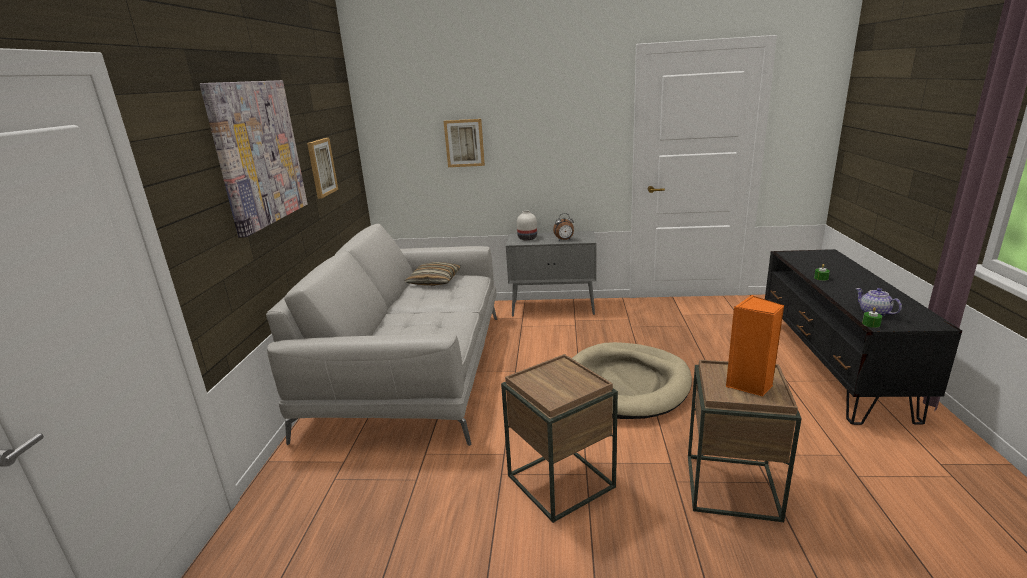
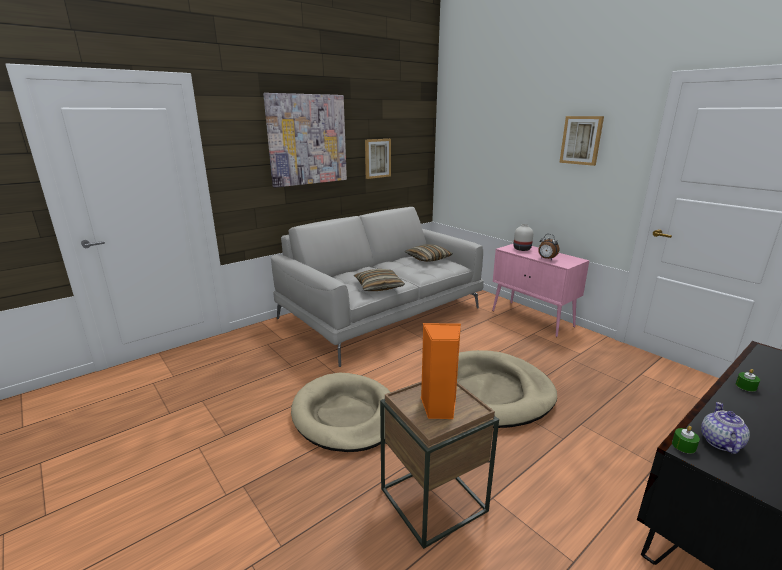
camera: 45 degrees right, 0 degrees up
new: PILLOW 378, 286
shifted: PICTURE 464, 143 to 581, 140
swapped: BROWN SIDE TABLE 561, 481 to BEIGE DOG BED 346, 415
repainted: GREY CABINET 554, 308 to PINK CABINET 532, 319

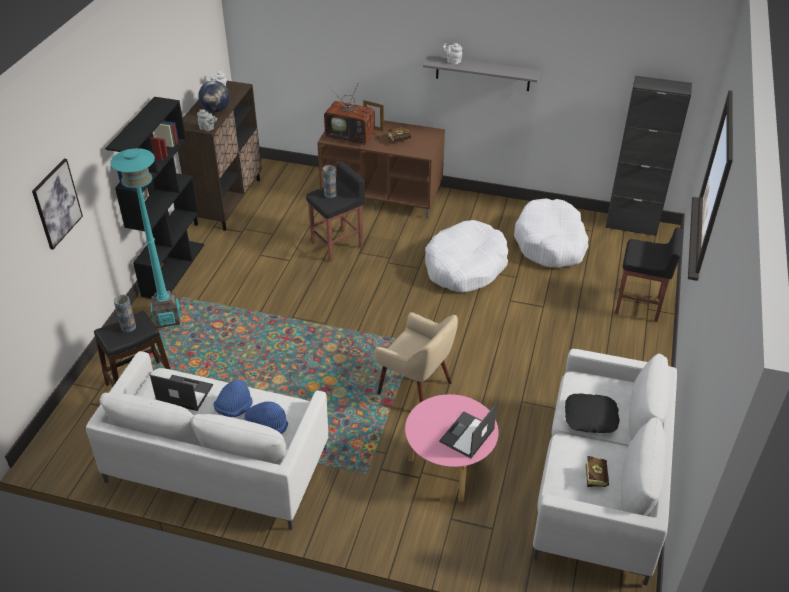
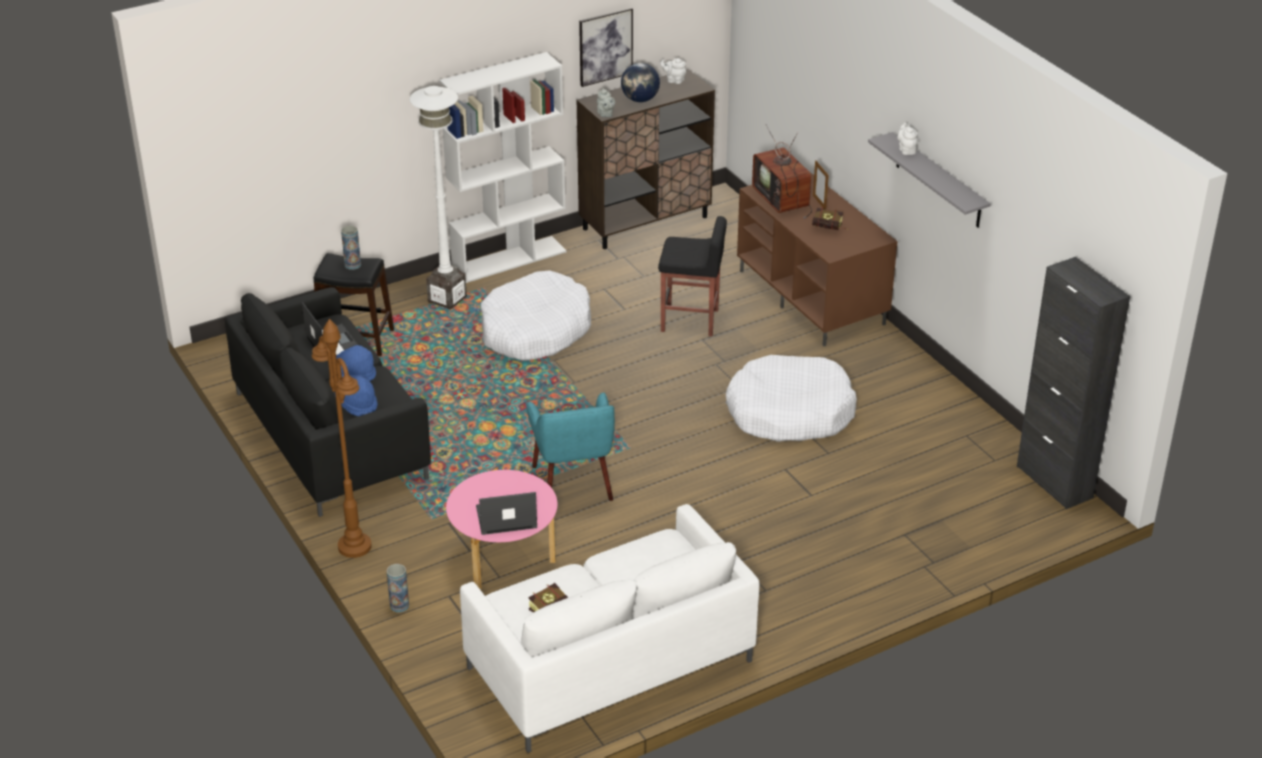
camera: 45 degrees right, 5 degrees down
gone: BLACK PILLOW 590, 418; BLACK STOOL 639, 306
new: BROWN FLOOR LAMP 354, 546
shifted: PICTURE 57, 203 to 605, 46; VASE 330, 194 to 399, 605; WHITE DOG BED 550, 243 to 535, 330
repainted: WHITE SOFA 218, 466 to BLACK SOFA 331, 437; BLACK BOOKCASE 173, 269 to WHITE BOOKCASE 509, 259; TURQUOISE FLOOR LAMP 167, 319 to WHITE FLOOR LAMP 447, 299; BEIGE ARMCHAIR 416, 388 to TURQUOISE ARMCHAIR 573, 484

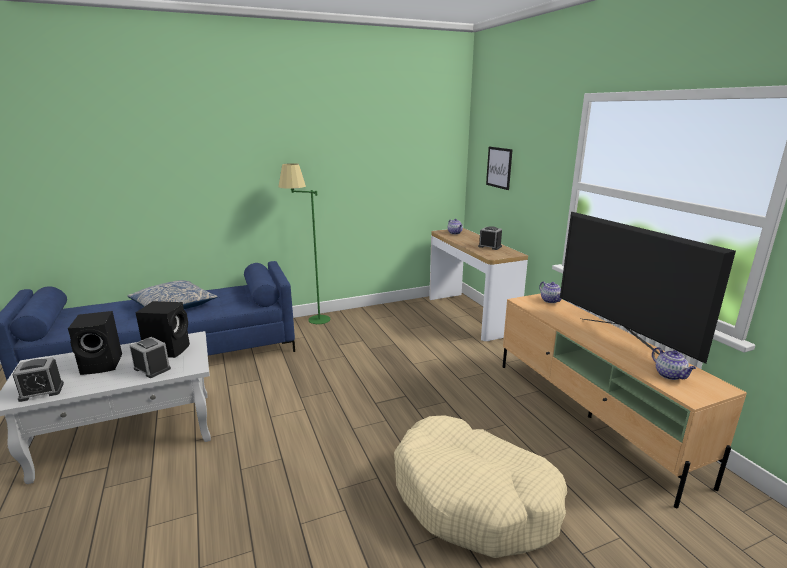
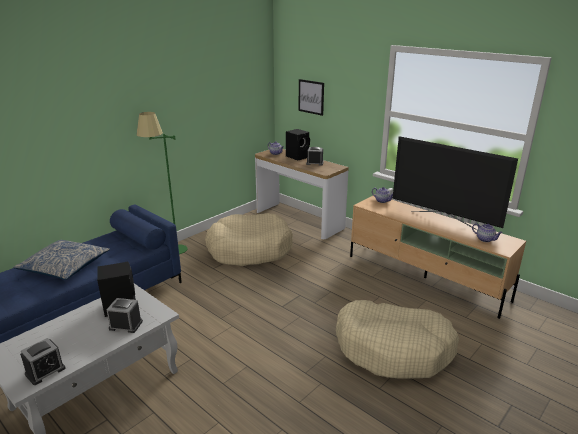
camera: 25 degrees left, 5 degrees up
new: BEIGE DOG BED 249, 249
shifted: BLACK SPEAKER 103, 364 to 298, 156

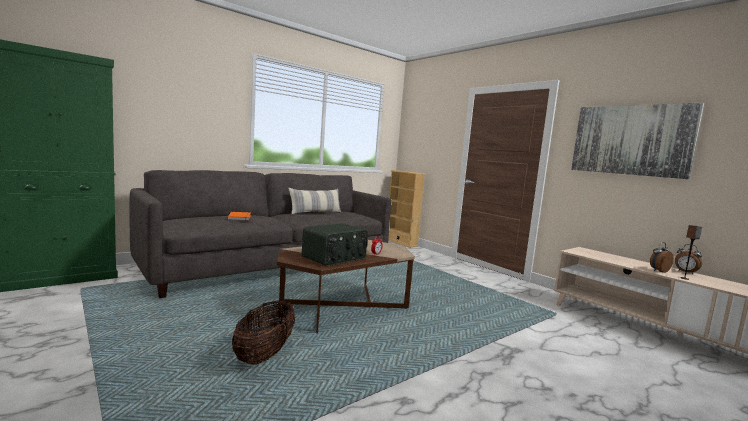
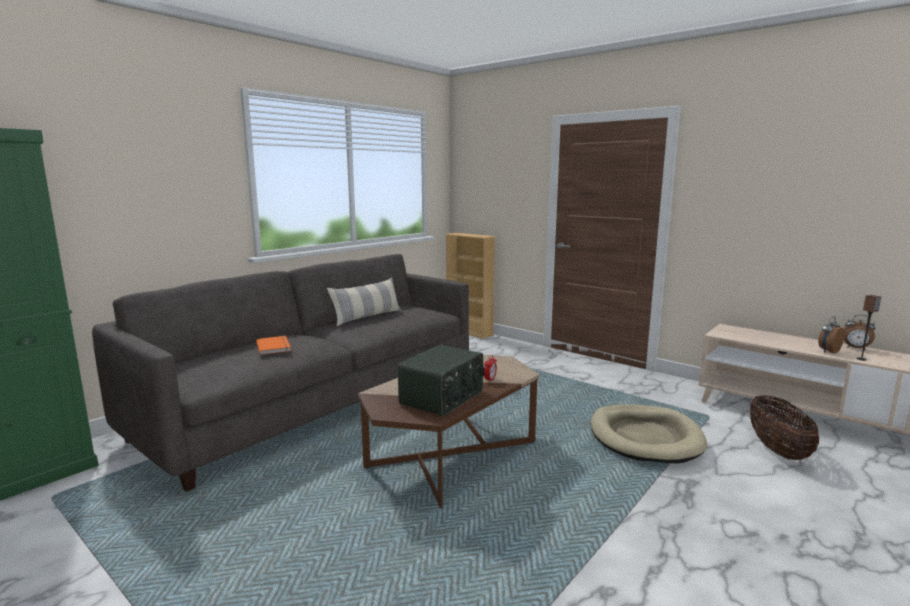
camera: 10 degrees left, 5 degrees up
gone: PICTURE 631, 140
new: BEIGE DOG BED 645, 437
shifted: BASKET 264, 354 to 778, 450

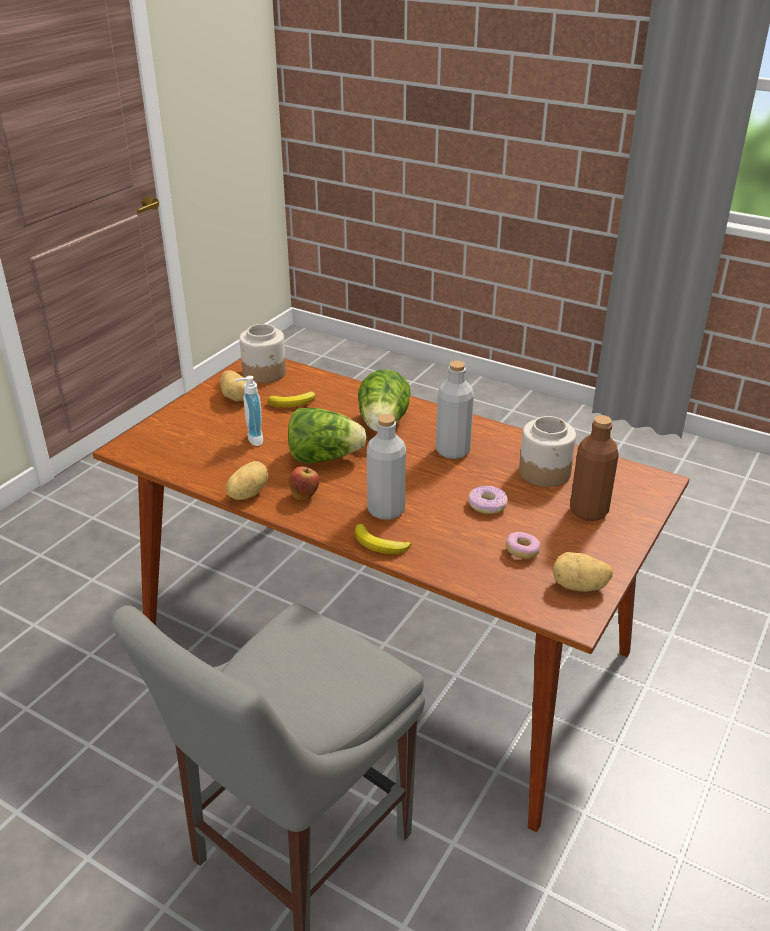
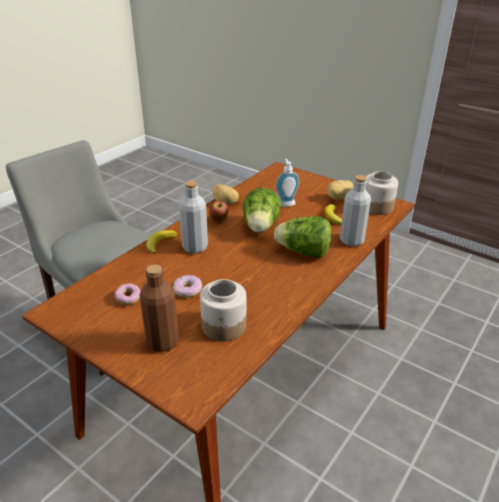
camera: 95 degrees right, 0 degrees up
gone: POTATO 579, 586
shifted: GREY BOTTLE 453, 451 to 352, 240

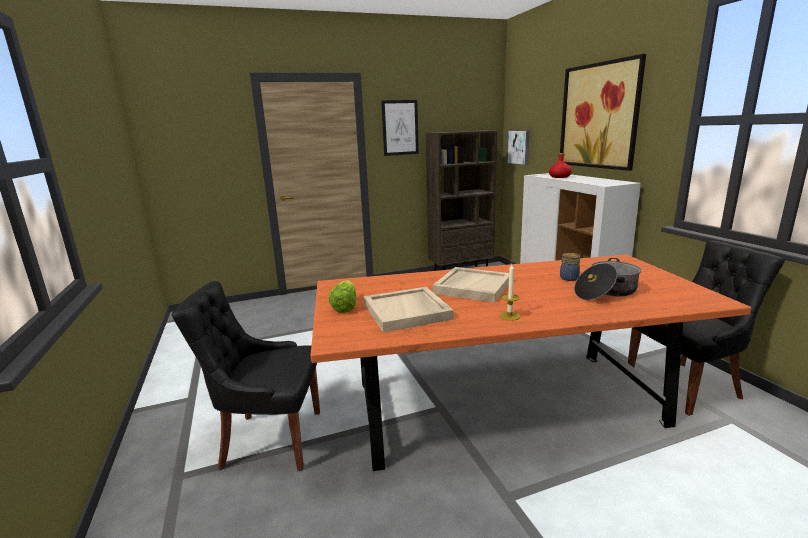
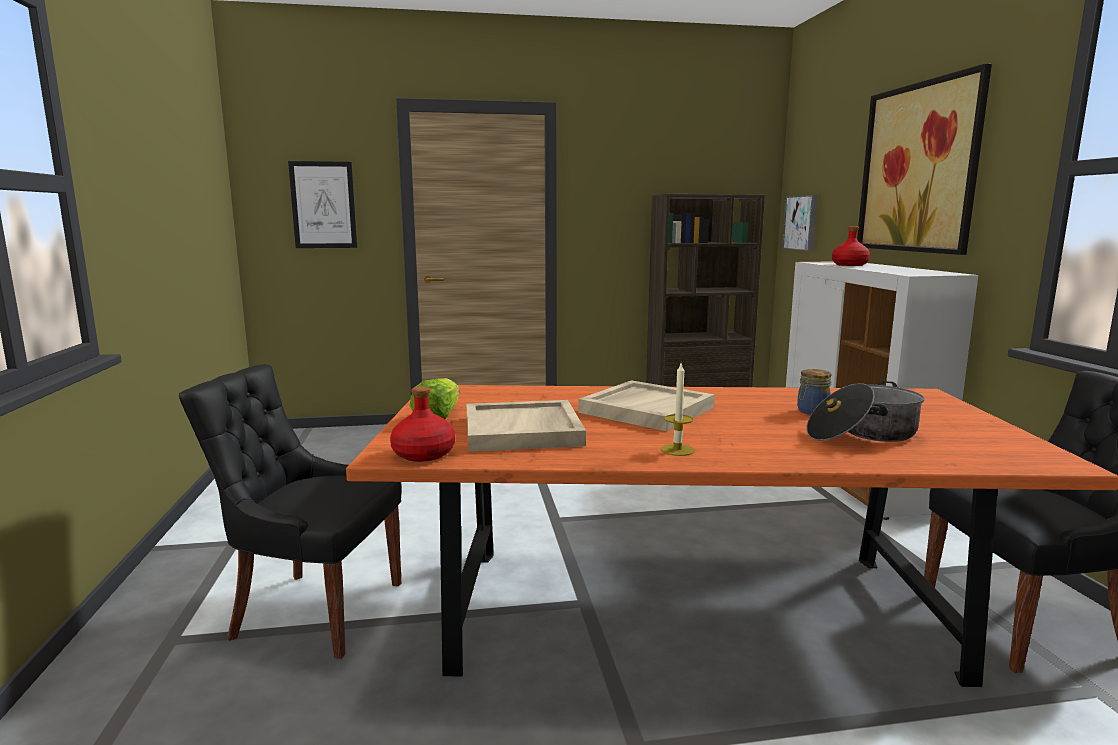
camera: 10 degrees right, 5 degrees down
new: RED BOTTLE 423, 454
shifted: PICTURE 400, 128 to 323, 205

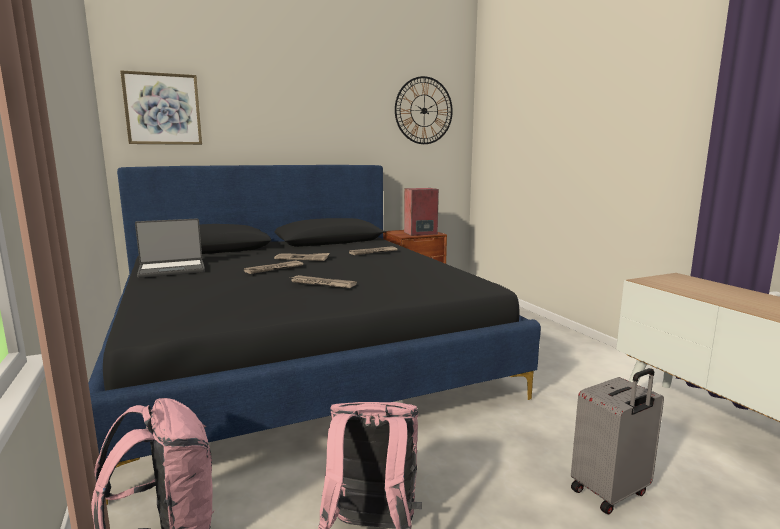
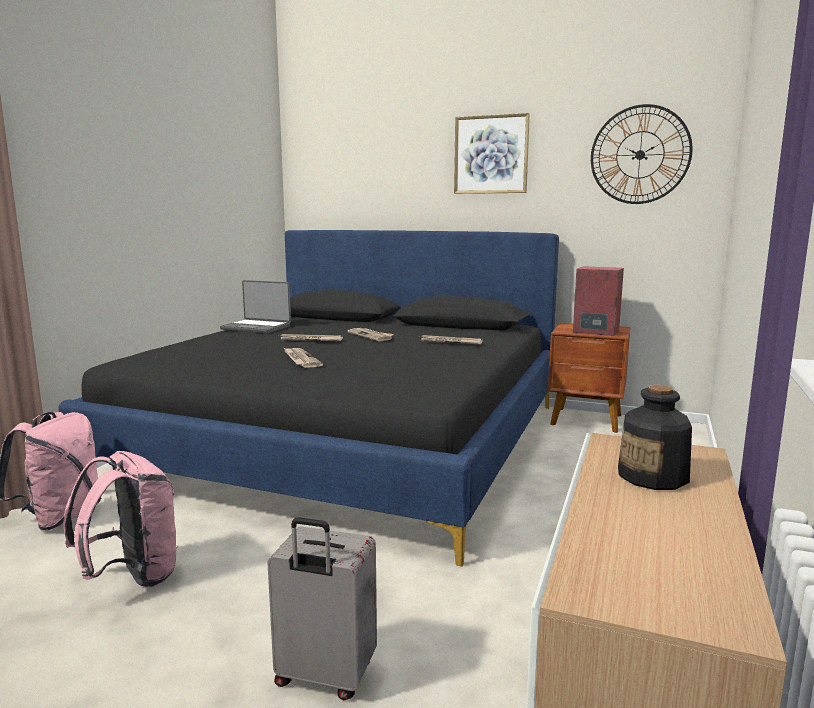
camera: 45 degrees right, 0 degrees up
new: BOTTLE 653, 477
shifted: PICTURE 163, 109 to 491, 155

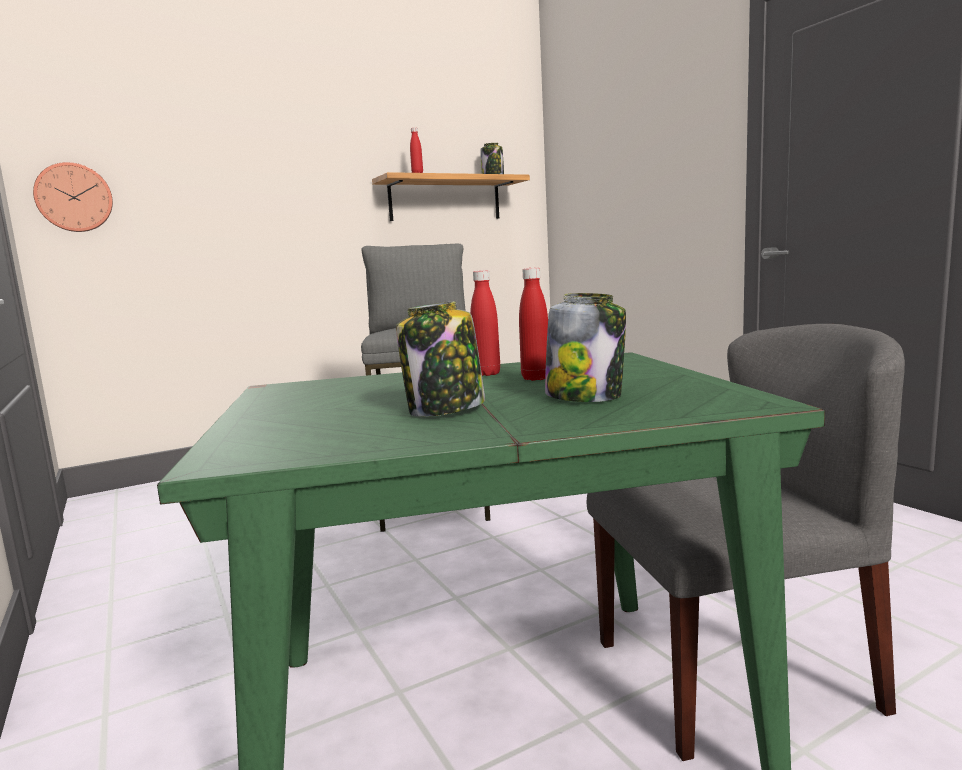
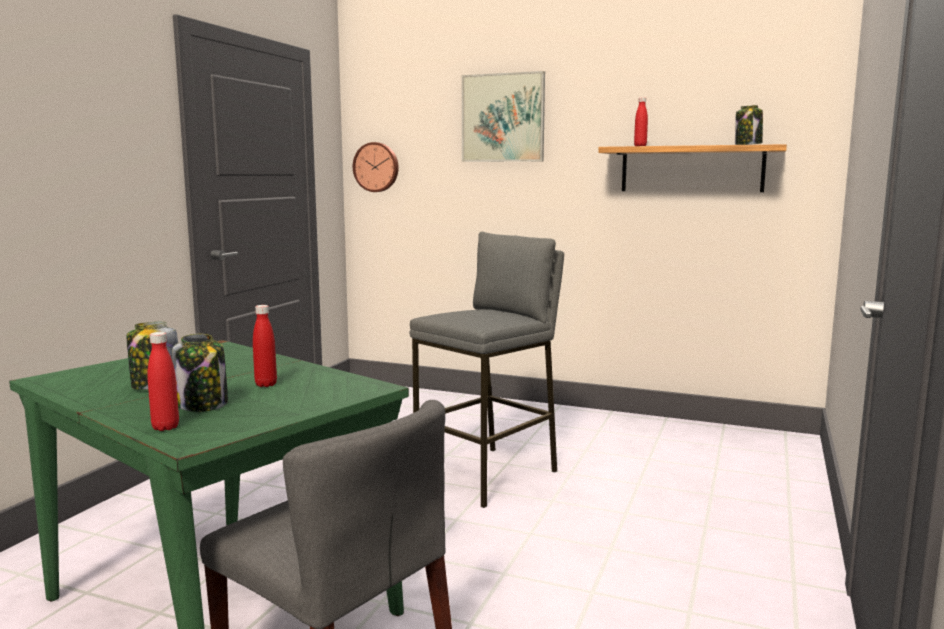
camera: 50 degrees right, 0 degrees up
new: PICTURE 503, 118
shifted: RED BOTTLE 487, 374 to 165, 427

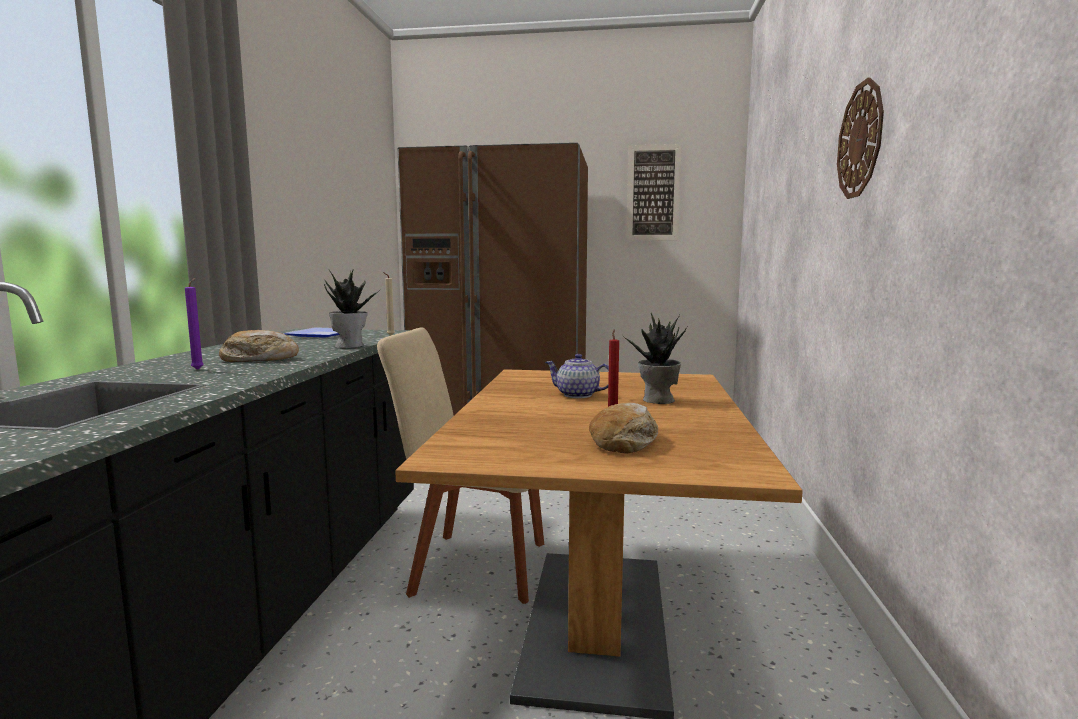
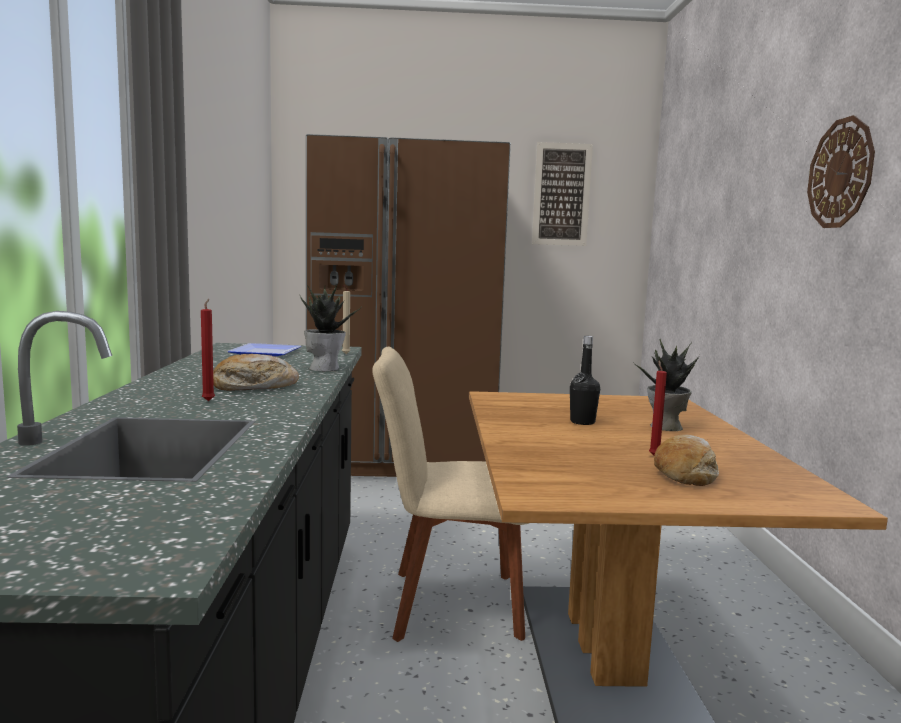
camera: 10 degrees left, 0 degrees up
swapped: TEAPOT 578, 395 to BLACK BOTTLE 582, 422
repainted: PURPLE CANDLE 199, 369 to RED CANDLE 209, 400

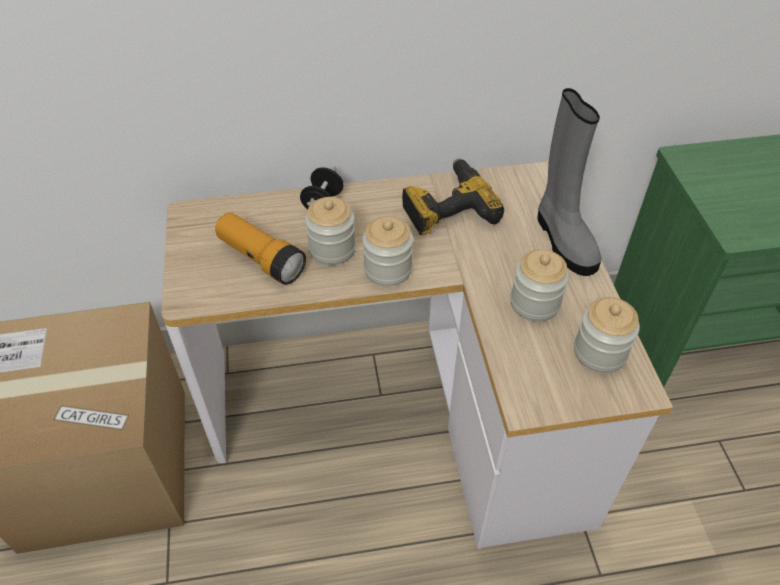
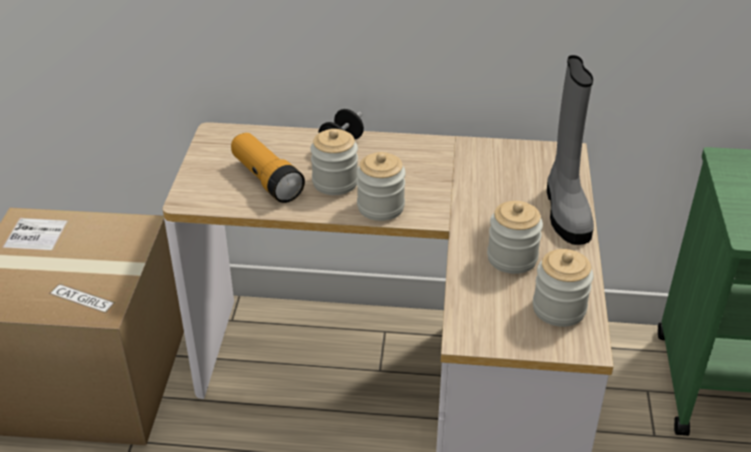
camera: 15 degrees right, 10 degrees down
gone: POWER DRILL 447, 207

